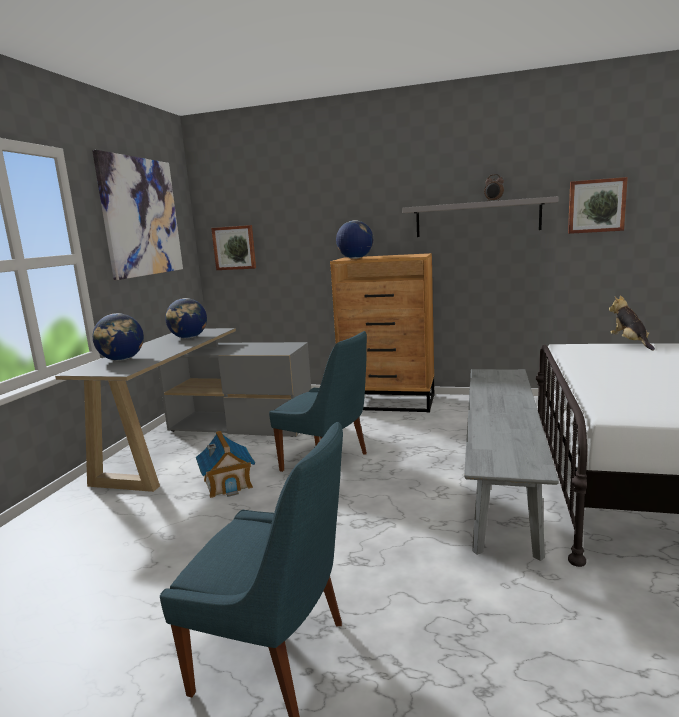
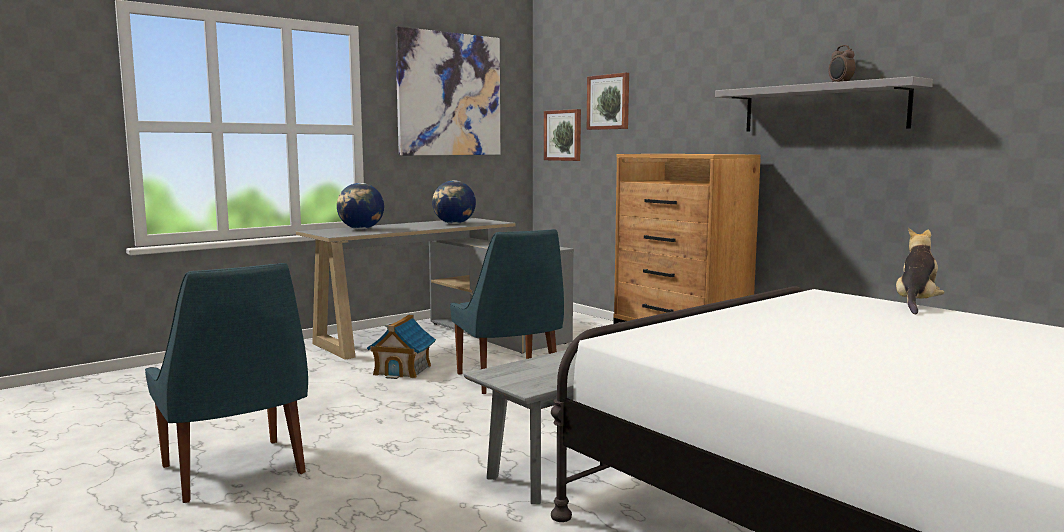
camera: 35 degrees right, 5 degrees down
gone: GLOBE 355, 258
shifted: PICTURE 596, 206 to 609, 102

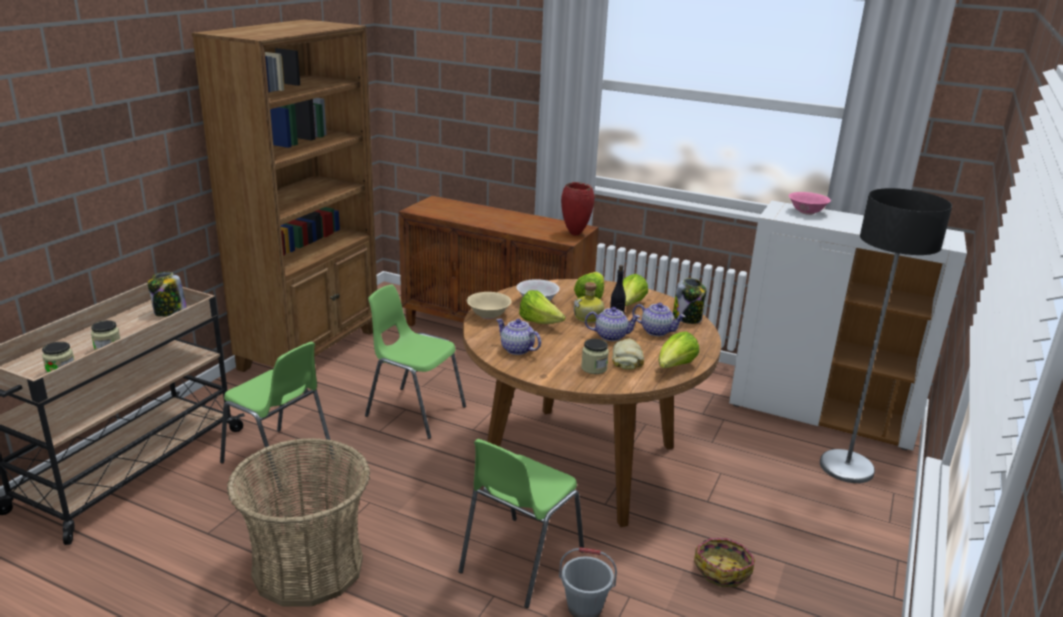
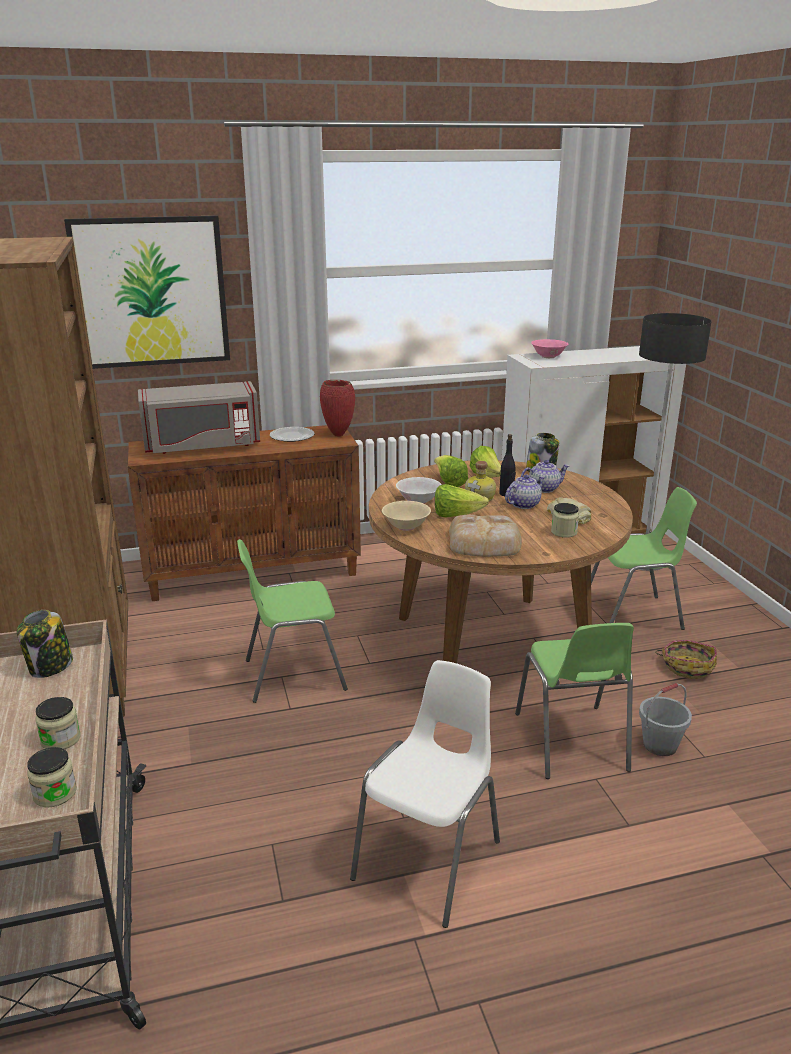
camera: 40 degrees left, 0 degrees up
gone: LETTUCE 675, 367
new: PICTURE 151, 292; GREY MICROWAVE 202, 446; PLATE 292, 436
shifted: GREEN CHAIR 279, 461 to 633, 616
swapped: BASKET 308, 567 to WHITE CHAIR 430, 860; TEAPOT 516, 349 to BREAD 485, 543

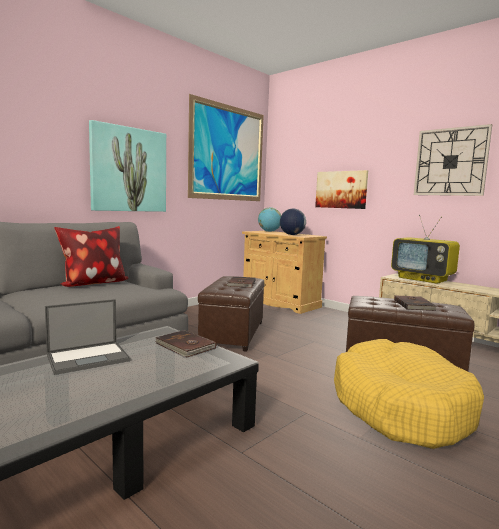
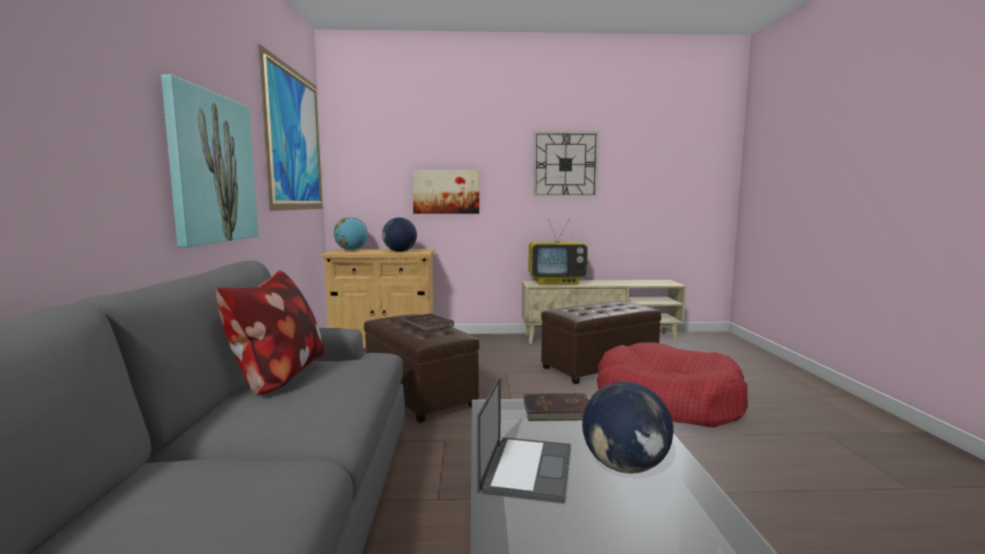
camera: 45 degrees left, 0 degrees up
gone: BROWN BOOK 414, 305
new: GLOBE 625, 467
repainted: YELLOW DOG BED 399, 406 to RED DOG BED 667, 401

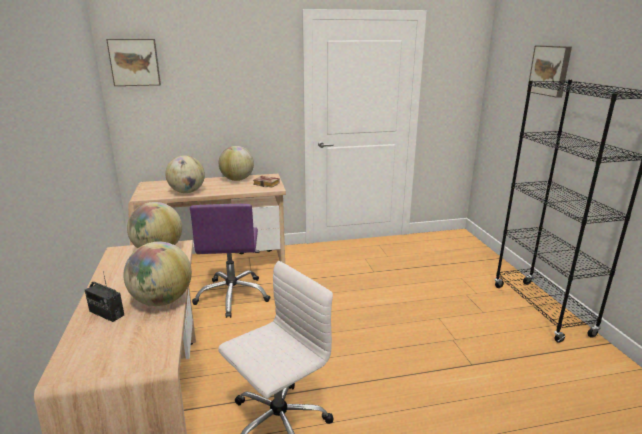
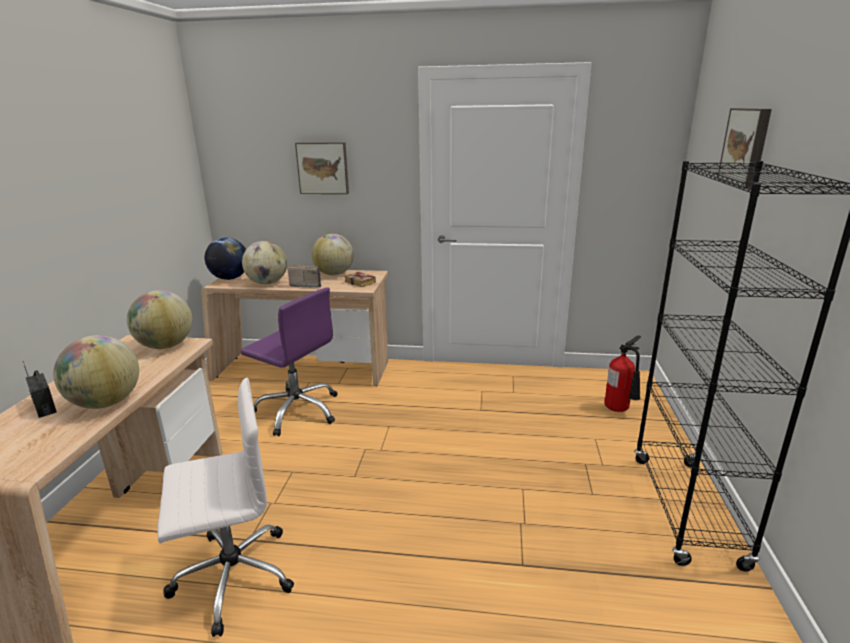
camera: 20 degrees right, 0 degrees up
new: GLOBE 230, 278; RADIO 306, 285; FIRE EXTINGUISHER 620, 409
shifted: PICTURE 134, 62 to 323, 168
rotated: PURPLE OFFICE CHAIR 233, 296 = 297, 410 75 degrees counterclockwise

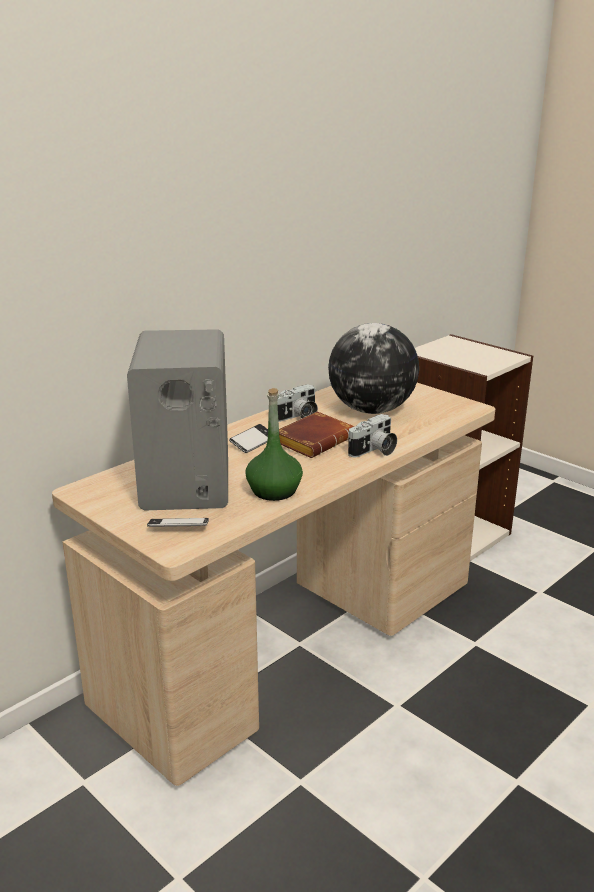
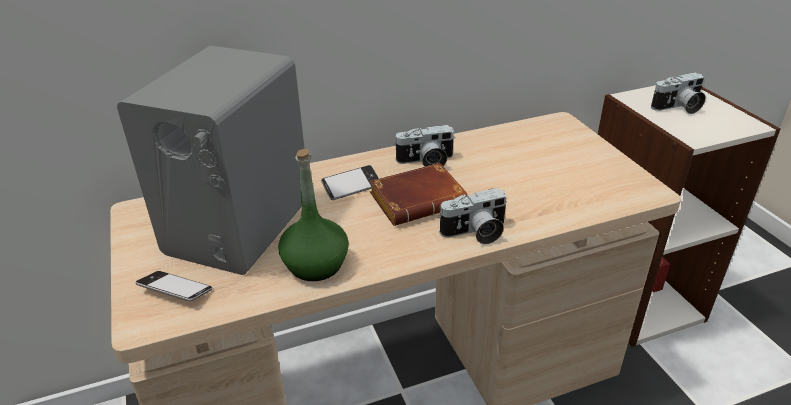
camera: 25 degrees right, 10 degrees up
gone: GLOBE 371, 410
new: PHOTO CAMERA 678, 108

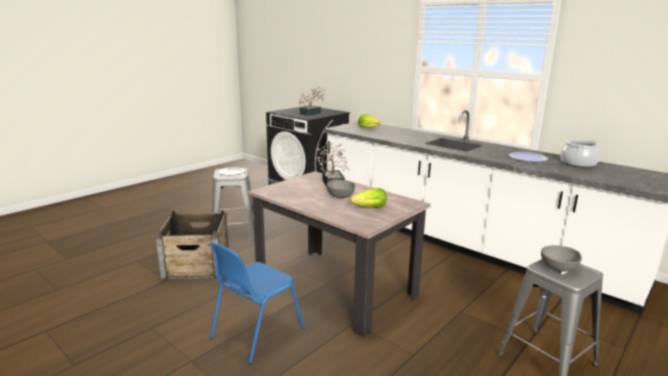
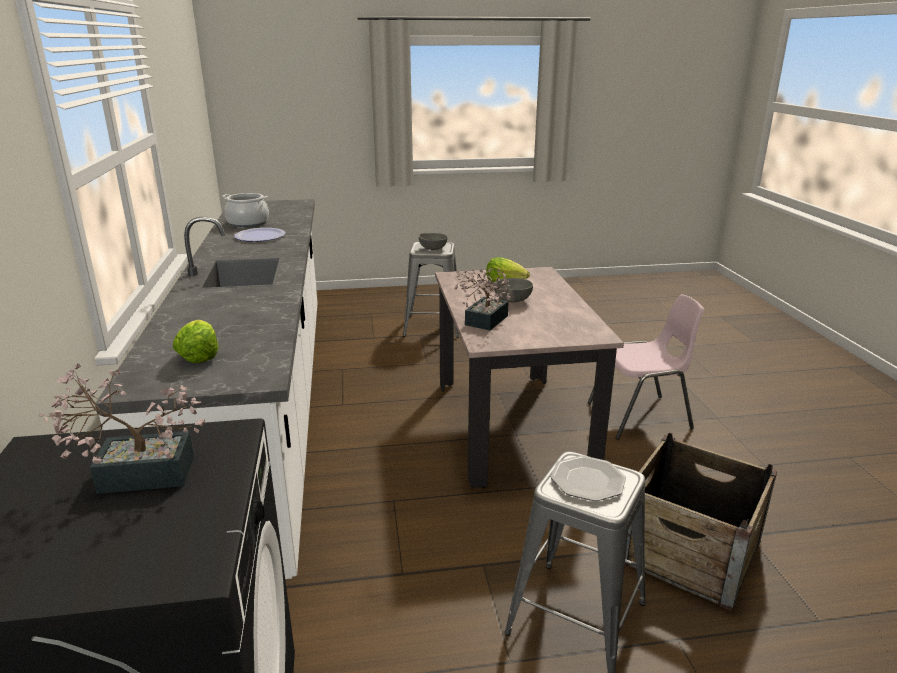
camera: 140 degrees left, 5 degrees up
repainted: BLUE CHAIR 256, 333 to PINK CHAIR 641, 416

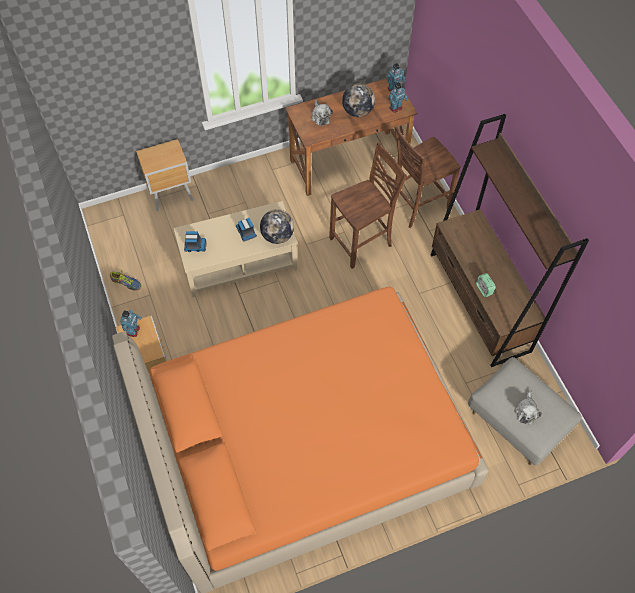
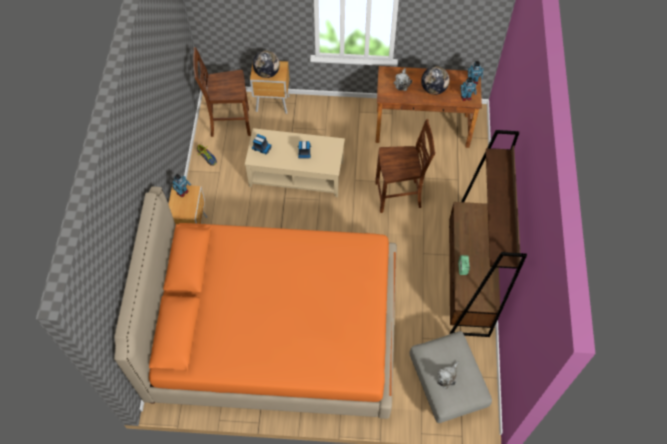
camera: 25 degrees right, 0 degrees up
shifted: GLOBE 277, 236 to 267, 73; BROWN CHAIR 417, 206 to 229, 123

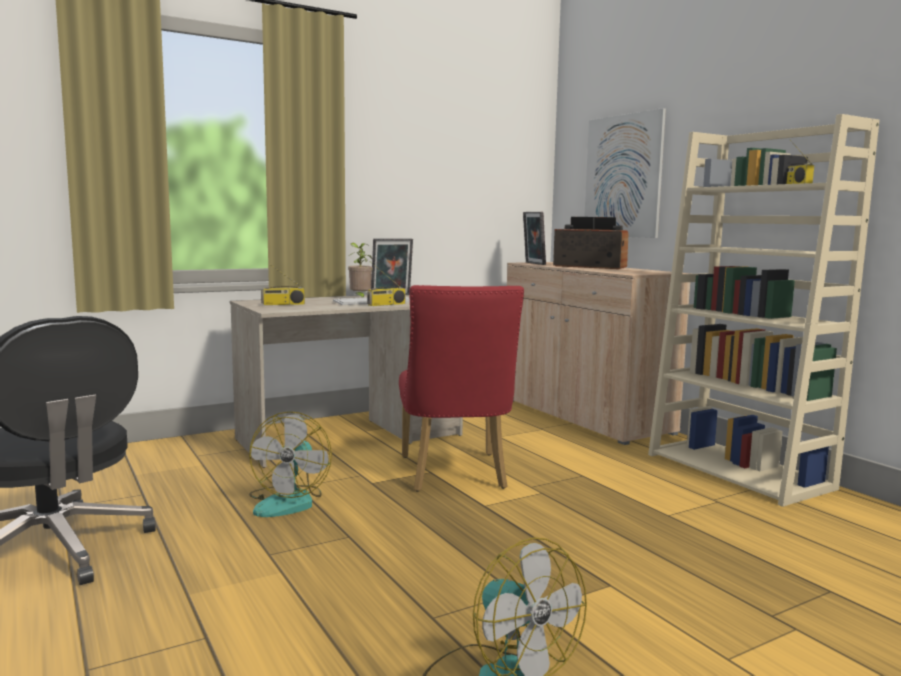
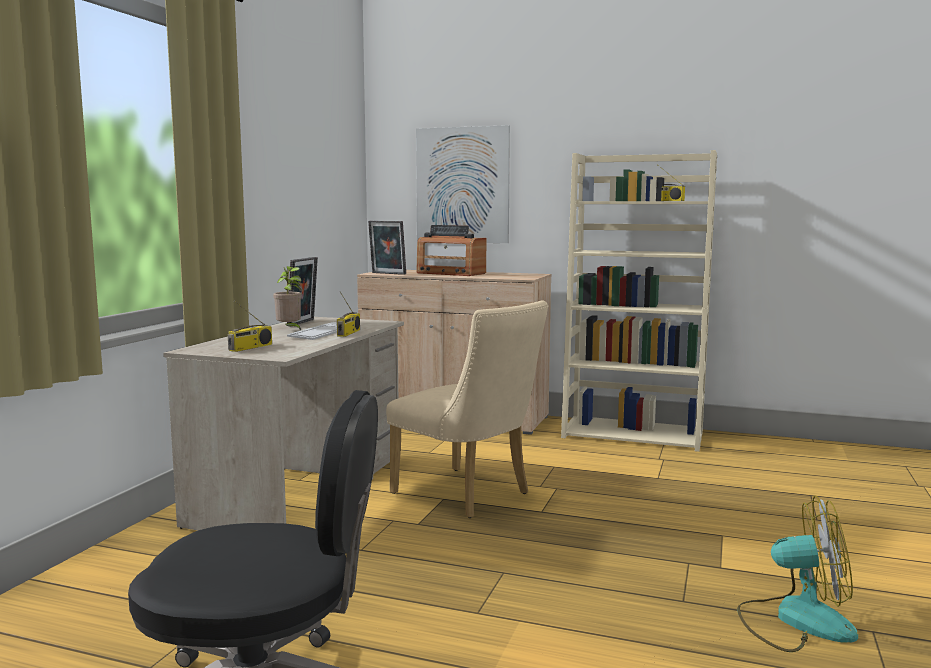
camera: 40 degrees left, 0 degrees up
gone: FAN 289, 501
repainted: RED CHAIR 454, 475 to BEIGE CHAIR 468, 495
rotated: RADIO 590, 267 = 450, 273 135 degrees counterclockwise

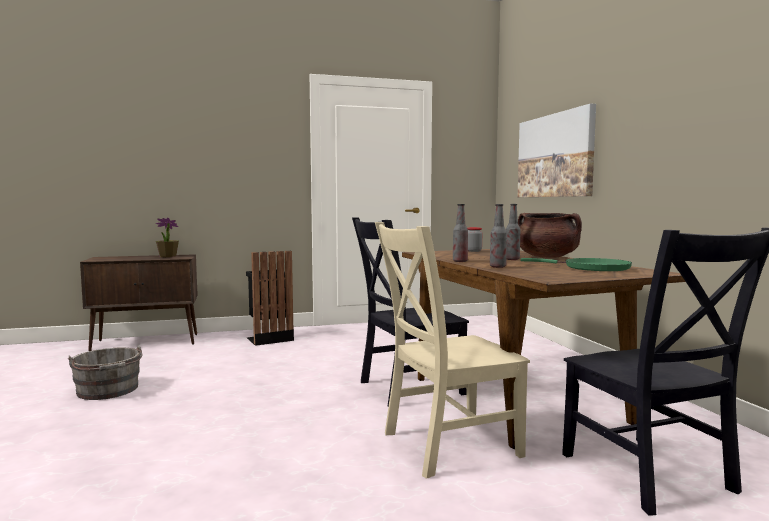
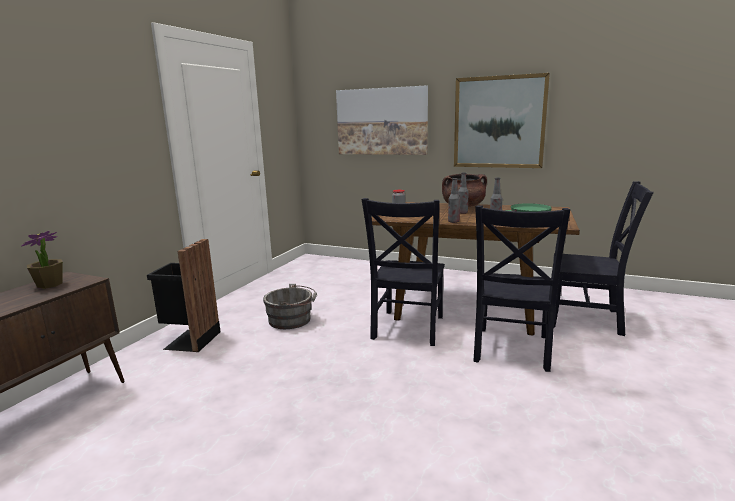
camera: 50 degrees left, 10 degrees up
new: PICTURE 499, 122
shifted: GREY BUCKET 108, 391 to 292, 320
repainted: BEIGE CHAIR 445, 445 to BLACK CHAIR 511, 350

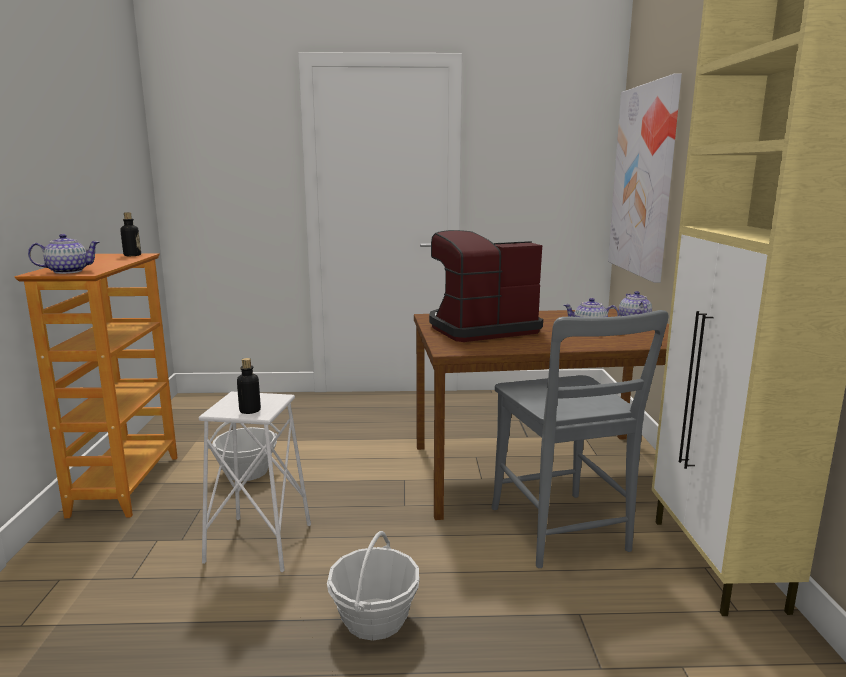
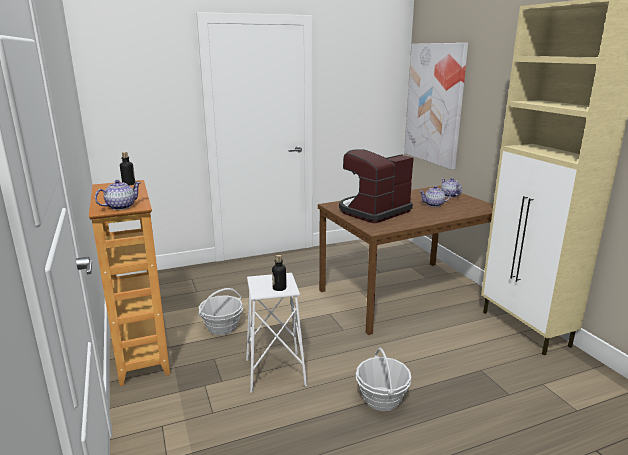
camera: 20 degrees left, 5 degrees up
gone: GREY CHAIR 562, 533

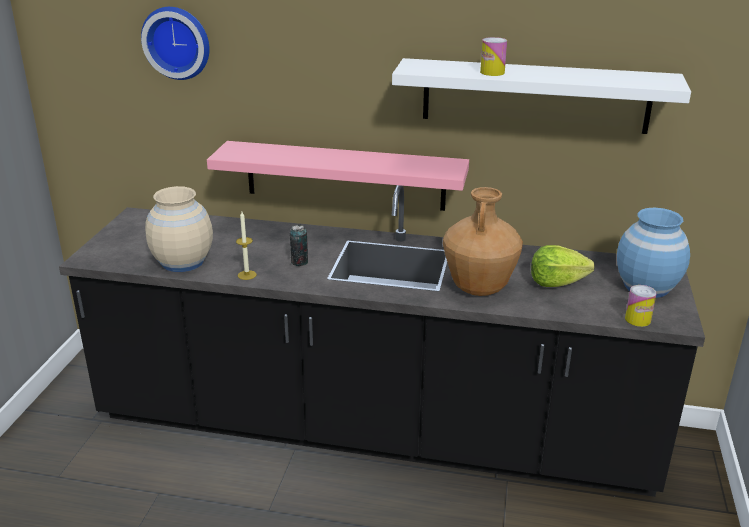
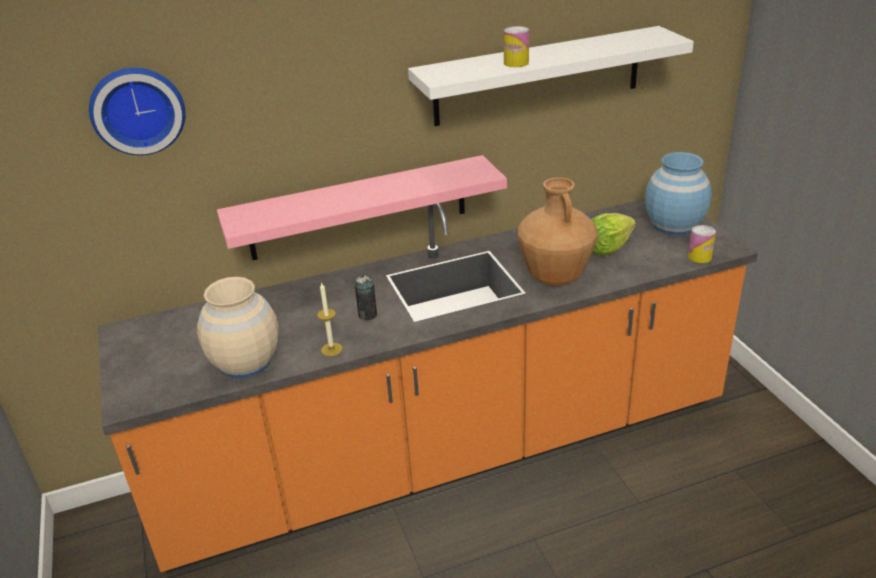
camera: 30 degrees left, 5 degrees up
repainted: BLACK COUNTER 373, 430 to ORANGE COUNTER 447, 454

